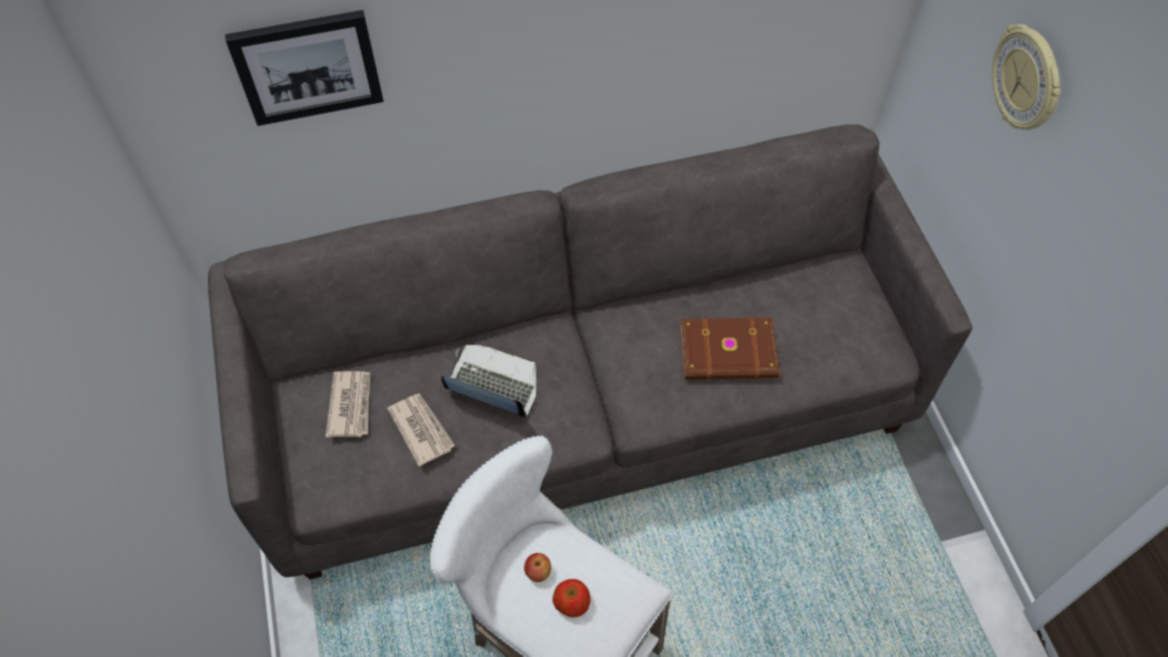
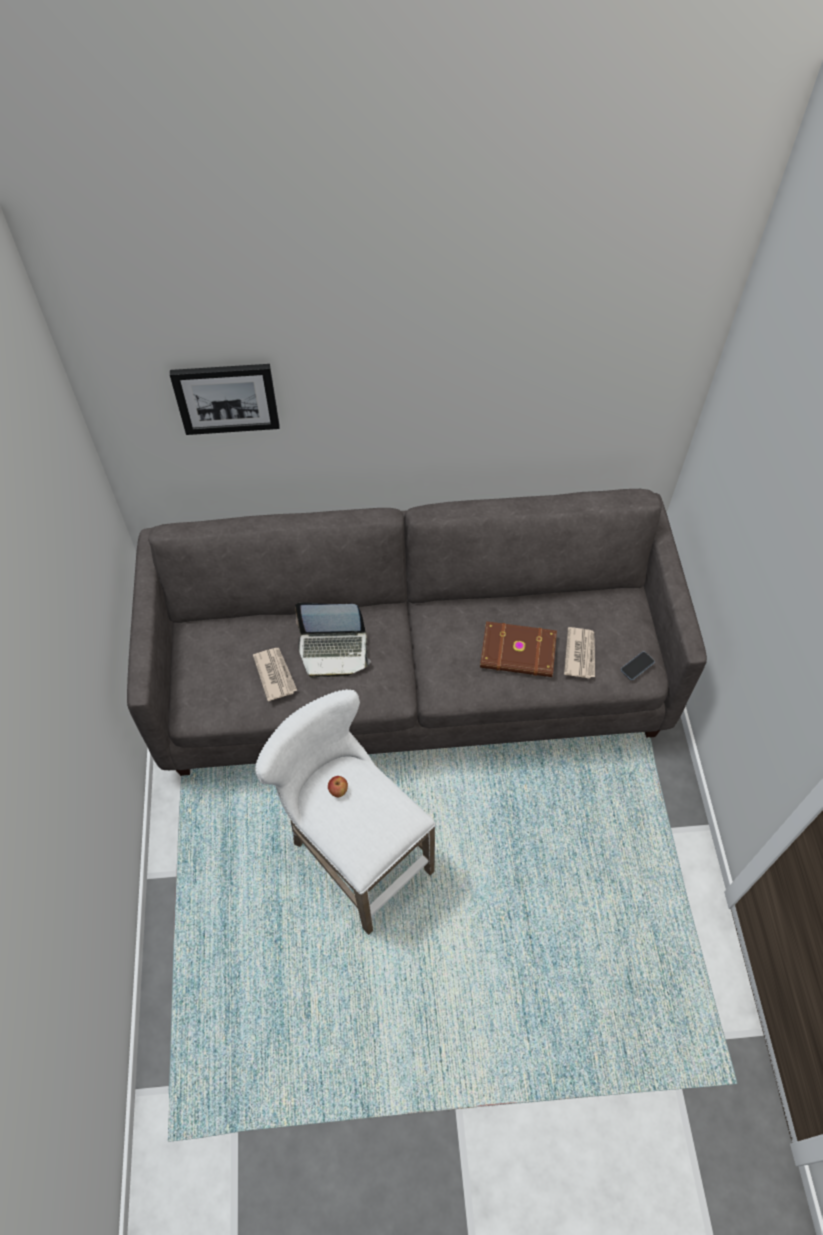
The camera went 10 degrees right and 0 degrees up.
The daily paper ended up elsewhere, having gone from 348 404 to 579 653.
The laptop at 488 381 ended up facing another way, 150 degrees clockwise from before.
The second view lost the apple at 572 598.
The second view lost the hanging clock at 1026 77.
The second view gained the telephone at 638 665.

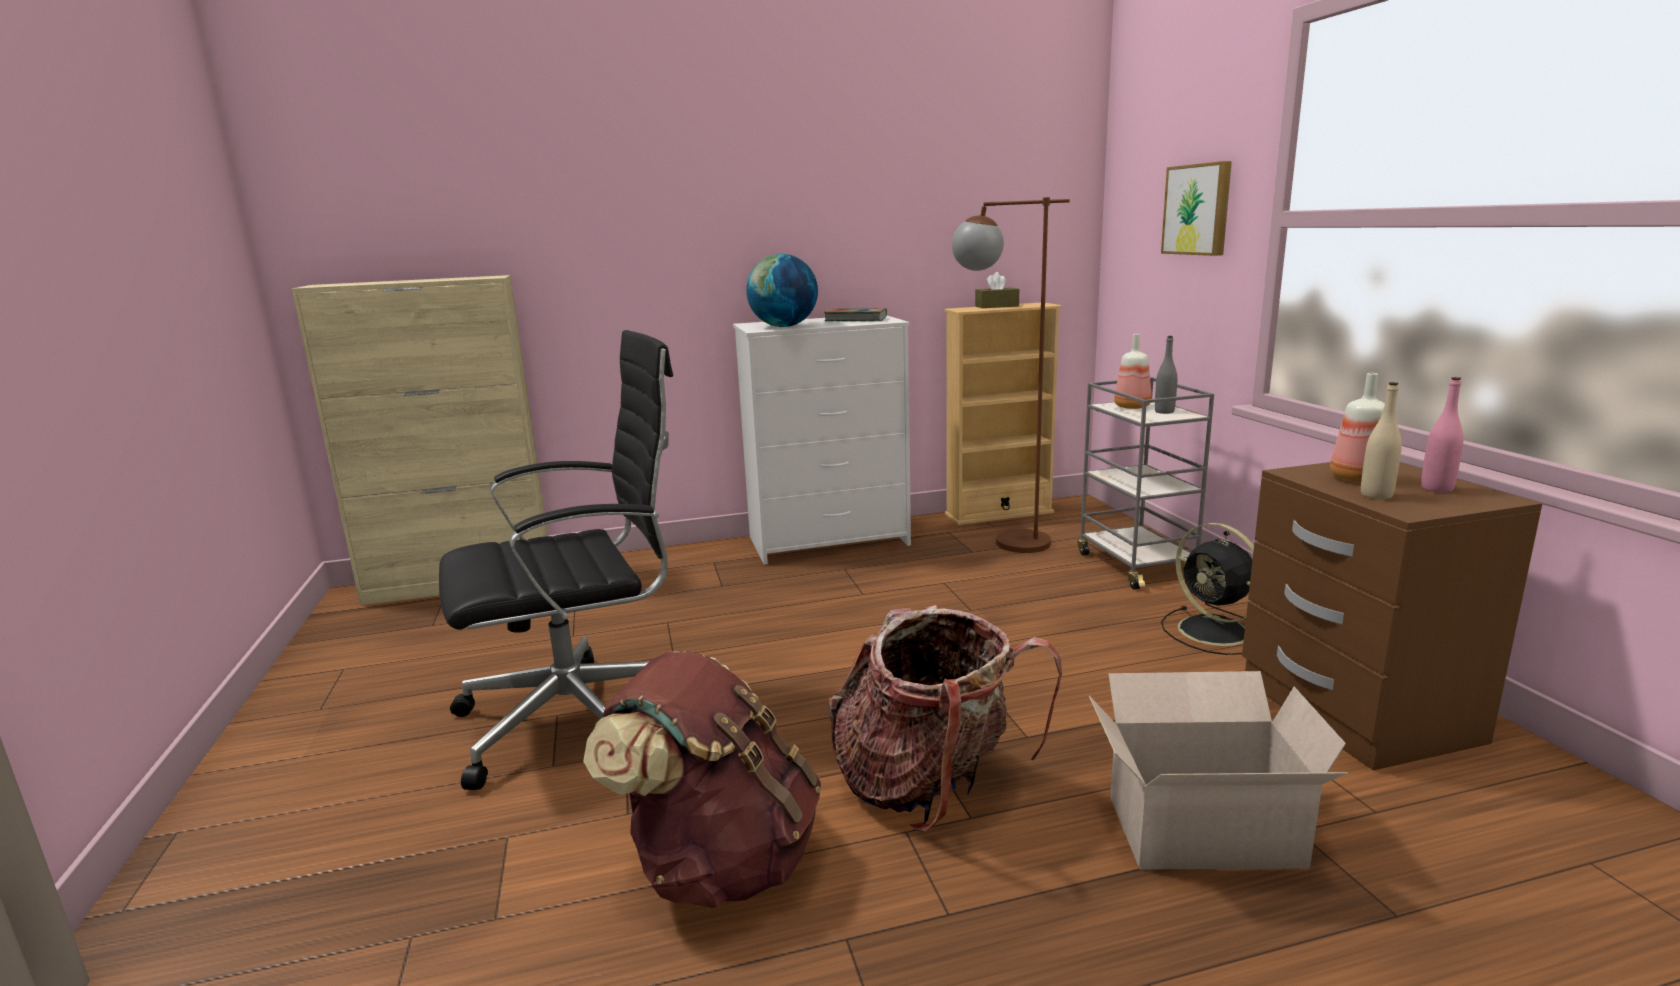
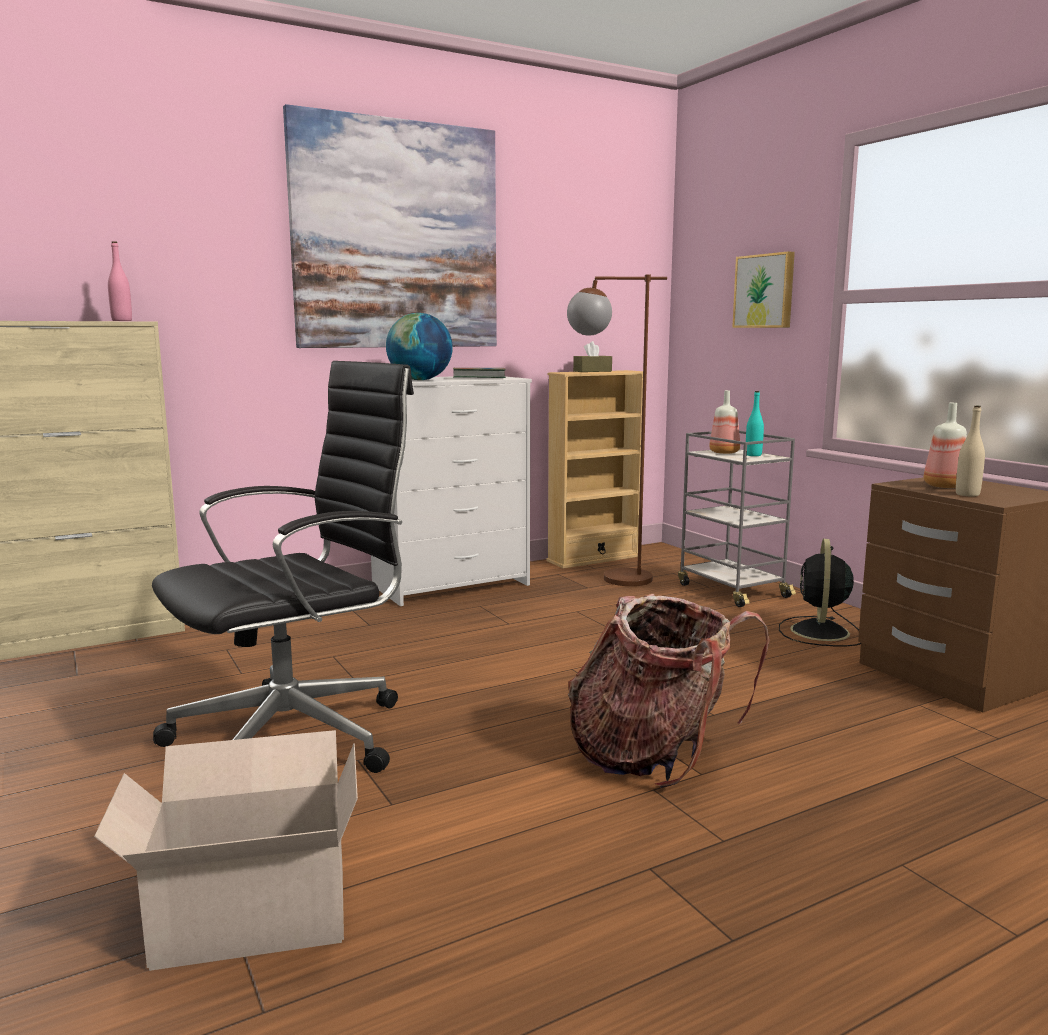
The camera went 15 degrees left and 5 degrees down.
The second view lost the brown knapsack at 702 779.
The cardboard box ended up elsewhere, having gone from 1218 770 to 226 850.
What was the grey beverage bottle at 1166 375 turned into the turquoise-coloured beverage bottle at 755 423.
The black fan at 1207 589 ended up facing another way, 60 degrees clockwise from before.
The pink beverage bottle ended up elsewhere, having gone from 1442 435 to 120 281.
The second view gained the wall art at 390 226.

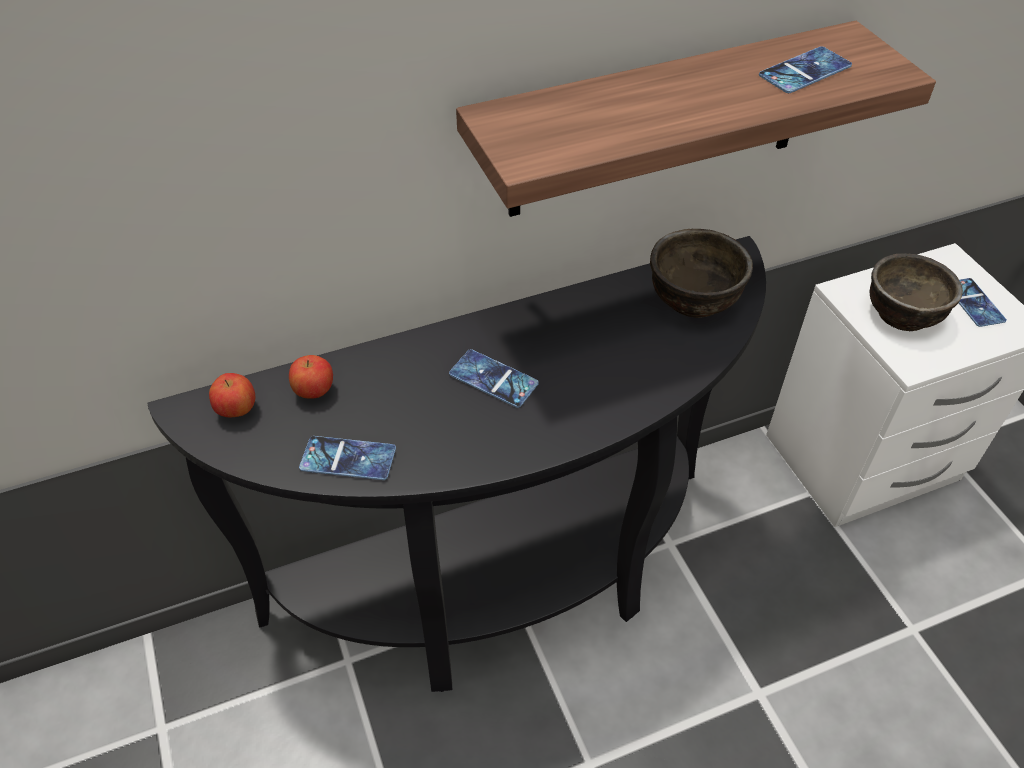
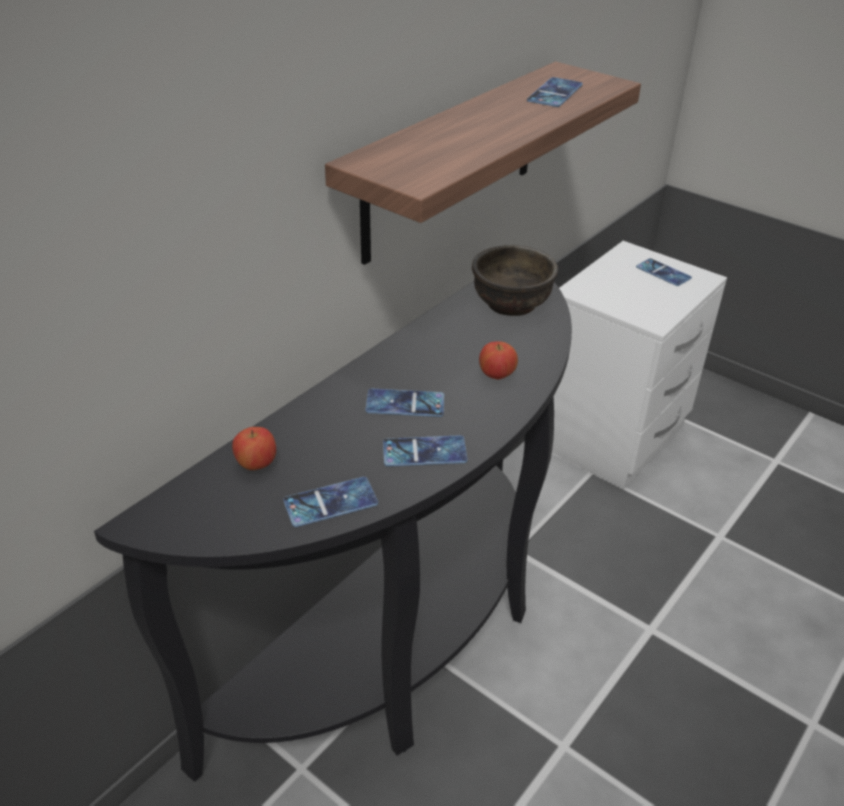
The camera went 30 degrees left and 10 degrees down.
The apple ended up elsewhere, having gone from 232 395 to 498 360.
The second view lost the brown bowl at 916 292.
The second view gained the telephone at 425 451.

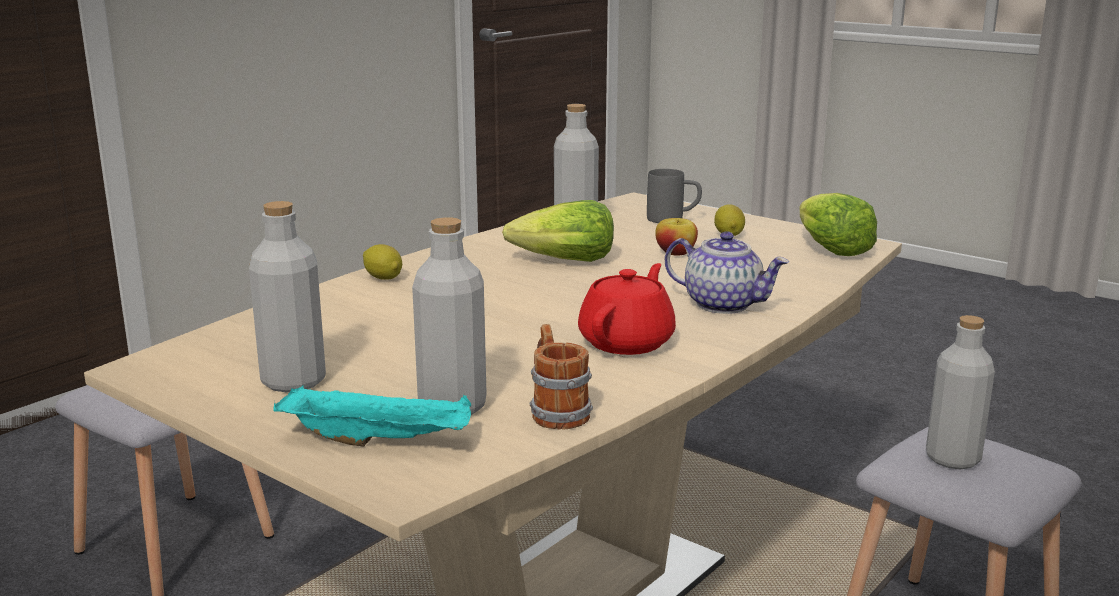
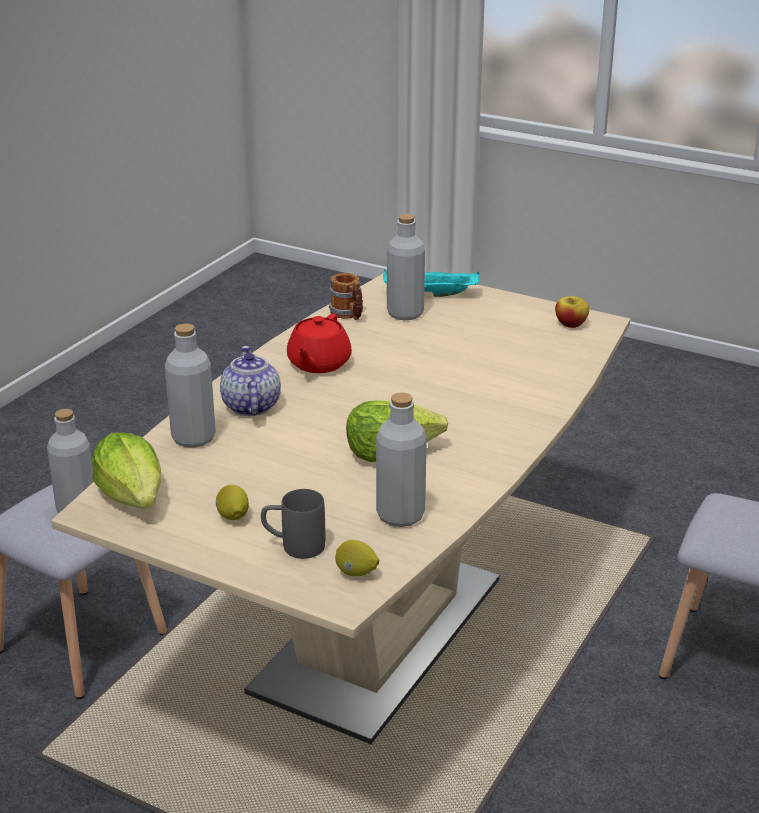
The camera went 170 degrees right and 10 degrees up.
The grey beverage bottle ended up elsewhere, having gone from 287 296 to 190 385.
The lemon ended up elsewhere, having gone from 382 262 to 357 558.
The apple ended up elsewhere, having gone from 676 236 to 572 312.
The pot for tea at 727 272 ended up facing another way, 60 degrees clockwise from before.

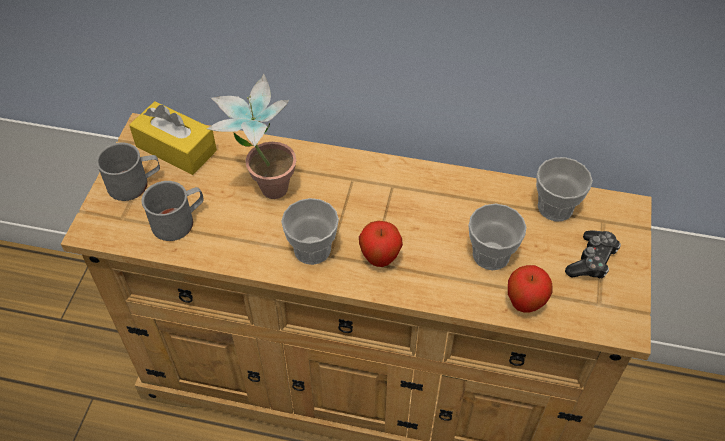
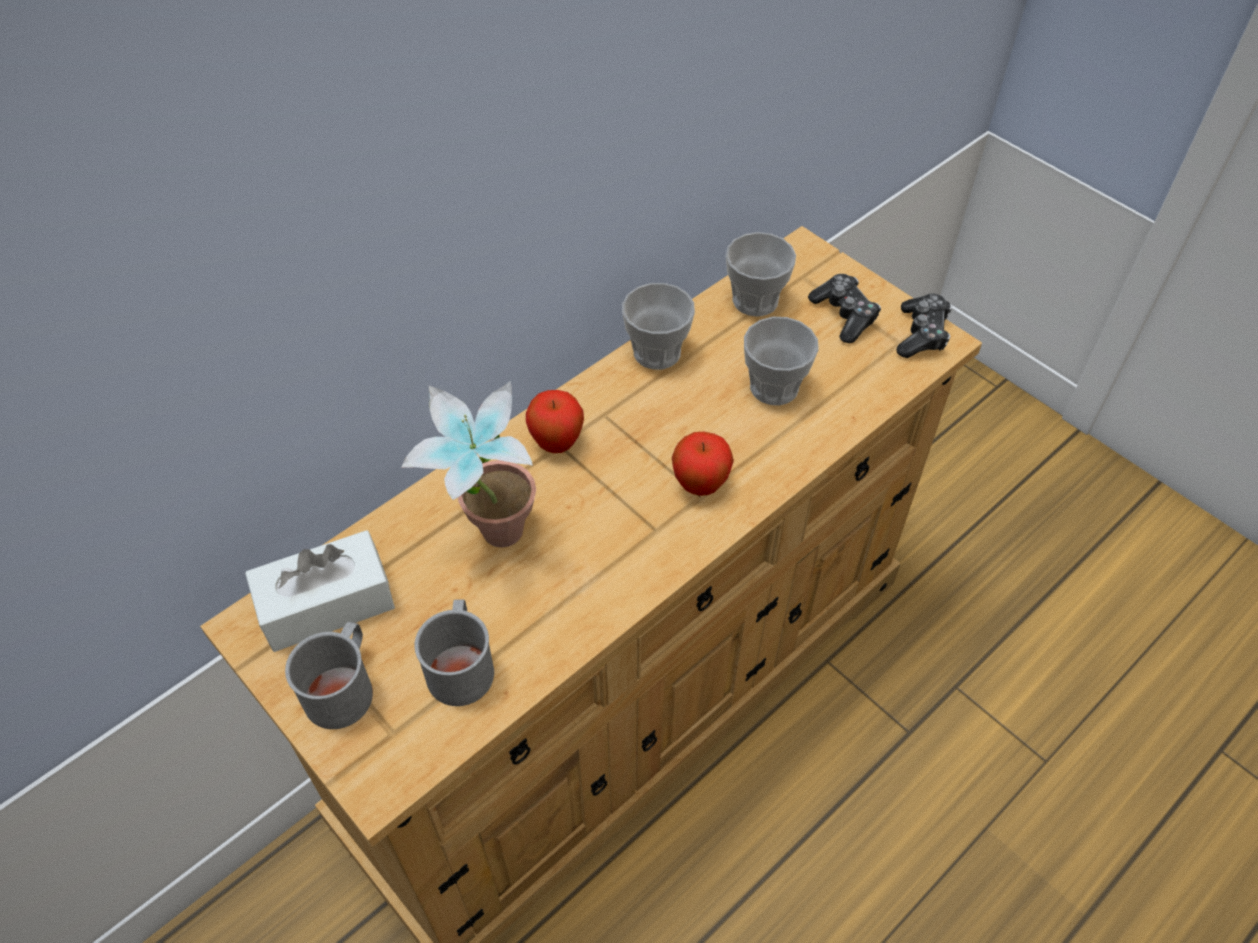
The camera went 55 degrees left and 0 degrees up.
What was the yellowish box of tissues at 173 138 turned into the white-coloured box of tissues at 320 591.
The cup ended up elsewhere, having gone from 310 231 to 658 326.
The apple ended up elsewhere, having gone from 530 288 to 555 421.
The second view gained the game controller at 924 326.

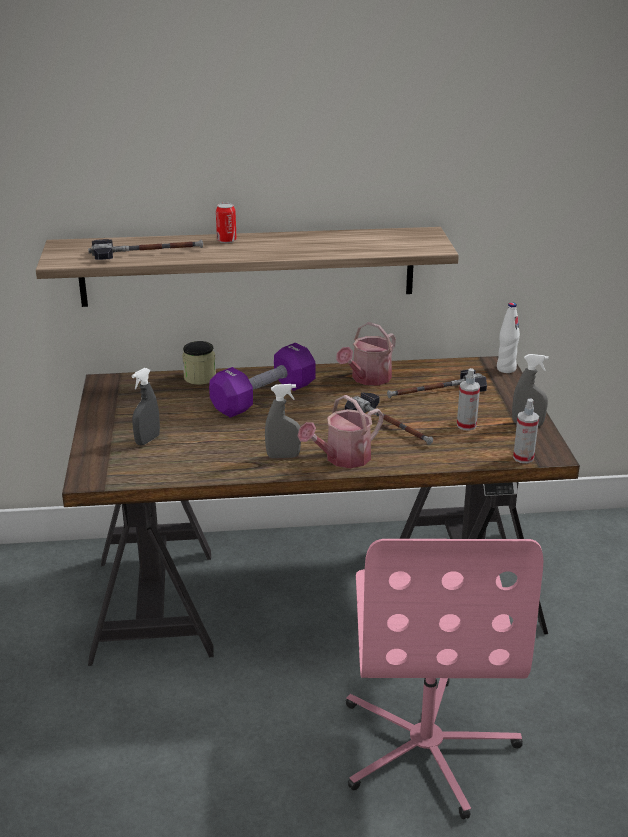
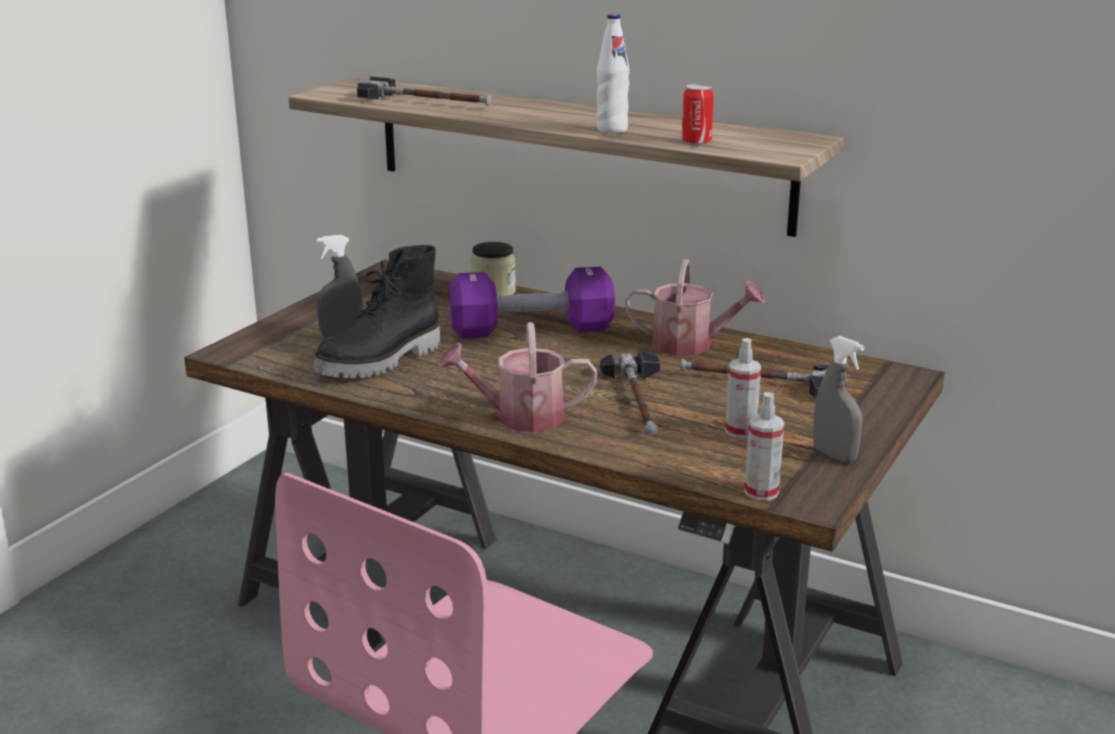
The camera went 35 degrees right and 5 degrees down.
The sealed can ended up elsewhere, having gone from 226 223 to 697 115.
The second view lost the grey sprayer at 283 421.
The watering pot at 366 354 ended up facing another way, 150 degrees counterclockwise from before.
The white-coloured beverage bottle ended up elsewhere, having gone from 508 337 to 612 73.
The second view gained the black tall boot at 376 311.

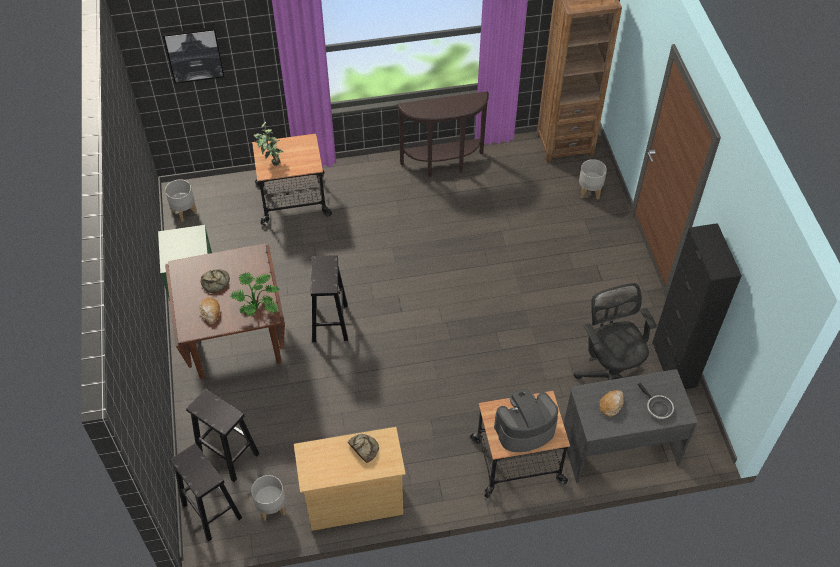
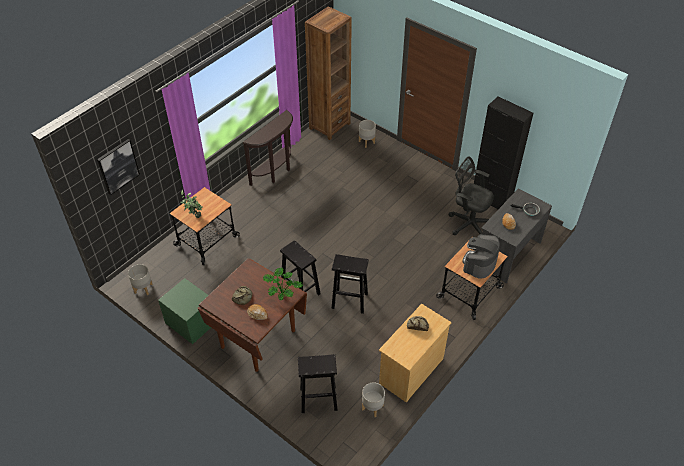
The camera went 40 degrees left and 5 degrees down.
The black stool seat ended up elsewhere, having gone from 206 492 to 350 284.

